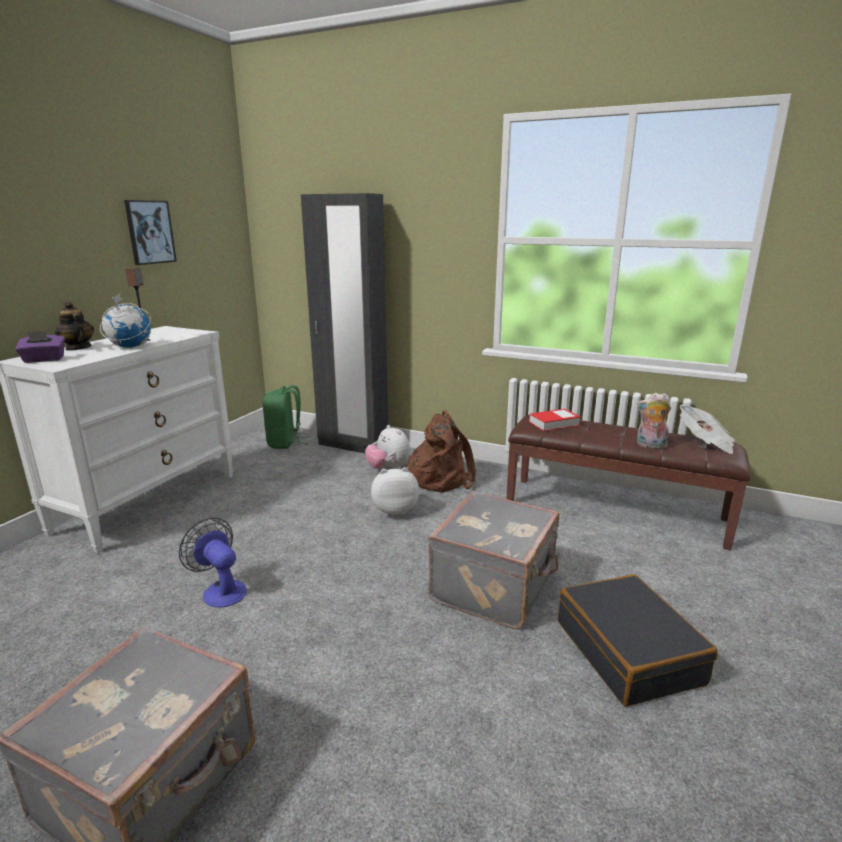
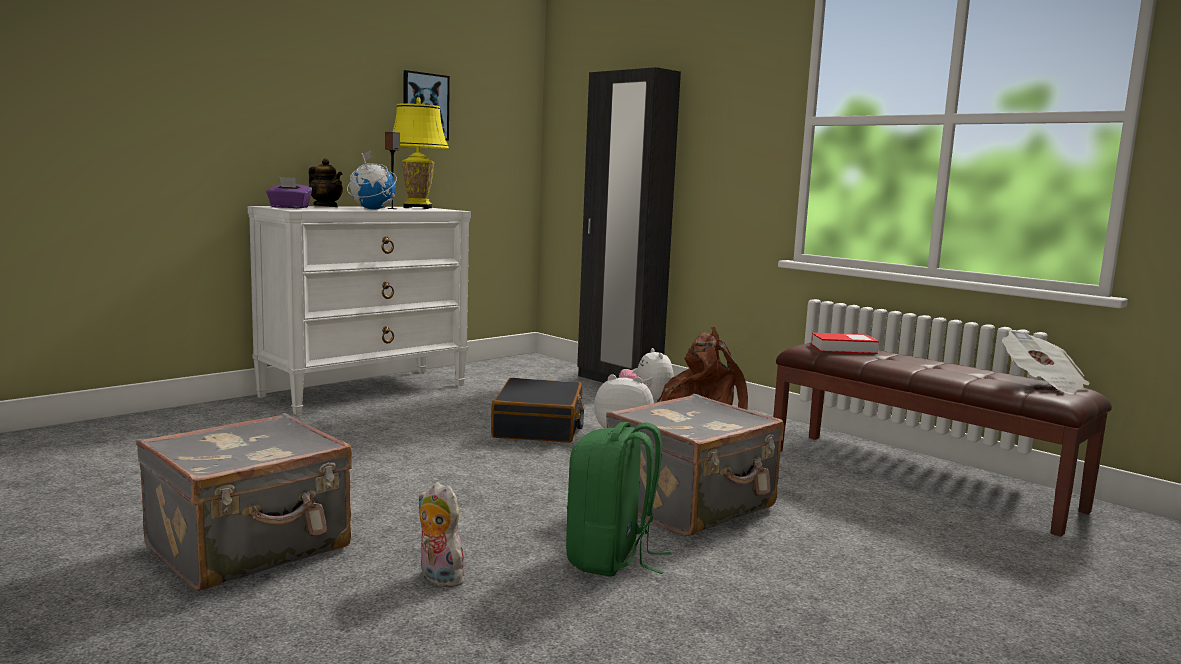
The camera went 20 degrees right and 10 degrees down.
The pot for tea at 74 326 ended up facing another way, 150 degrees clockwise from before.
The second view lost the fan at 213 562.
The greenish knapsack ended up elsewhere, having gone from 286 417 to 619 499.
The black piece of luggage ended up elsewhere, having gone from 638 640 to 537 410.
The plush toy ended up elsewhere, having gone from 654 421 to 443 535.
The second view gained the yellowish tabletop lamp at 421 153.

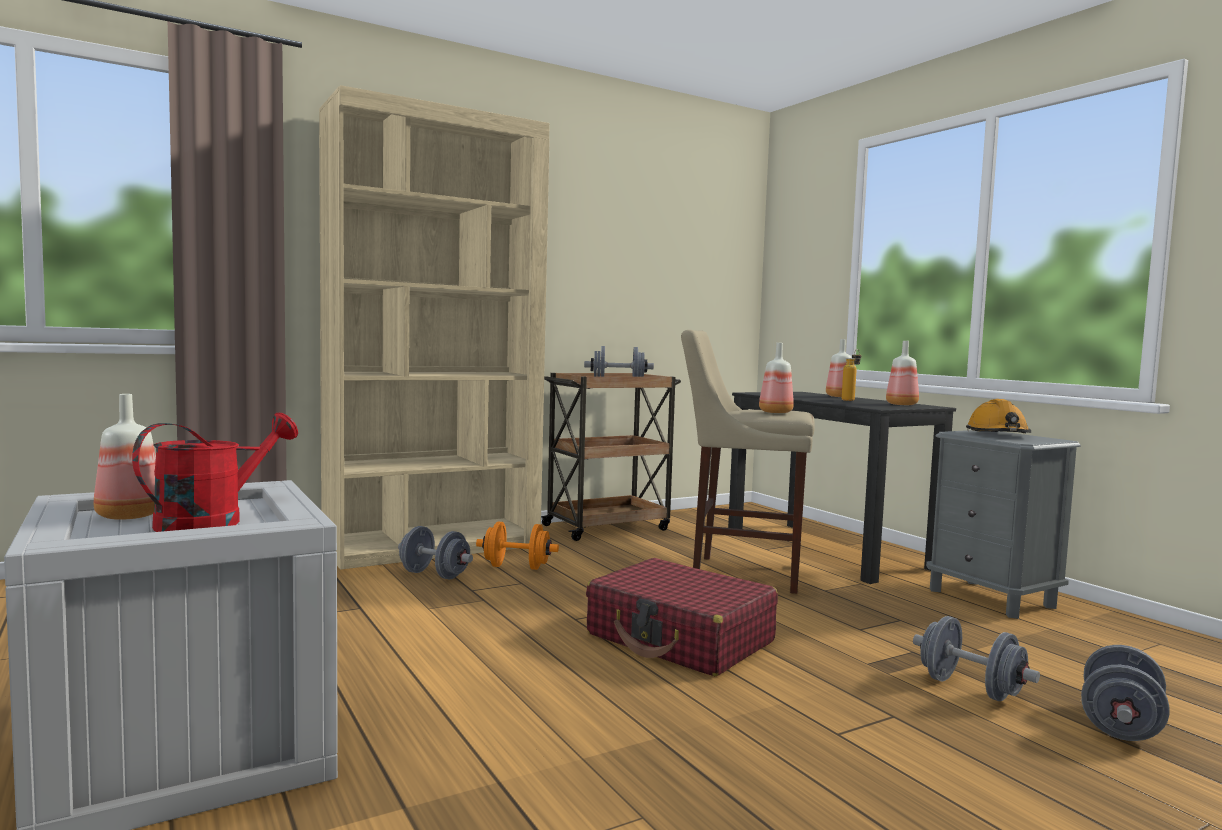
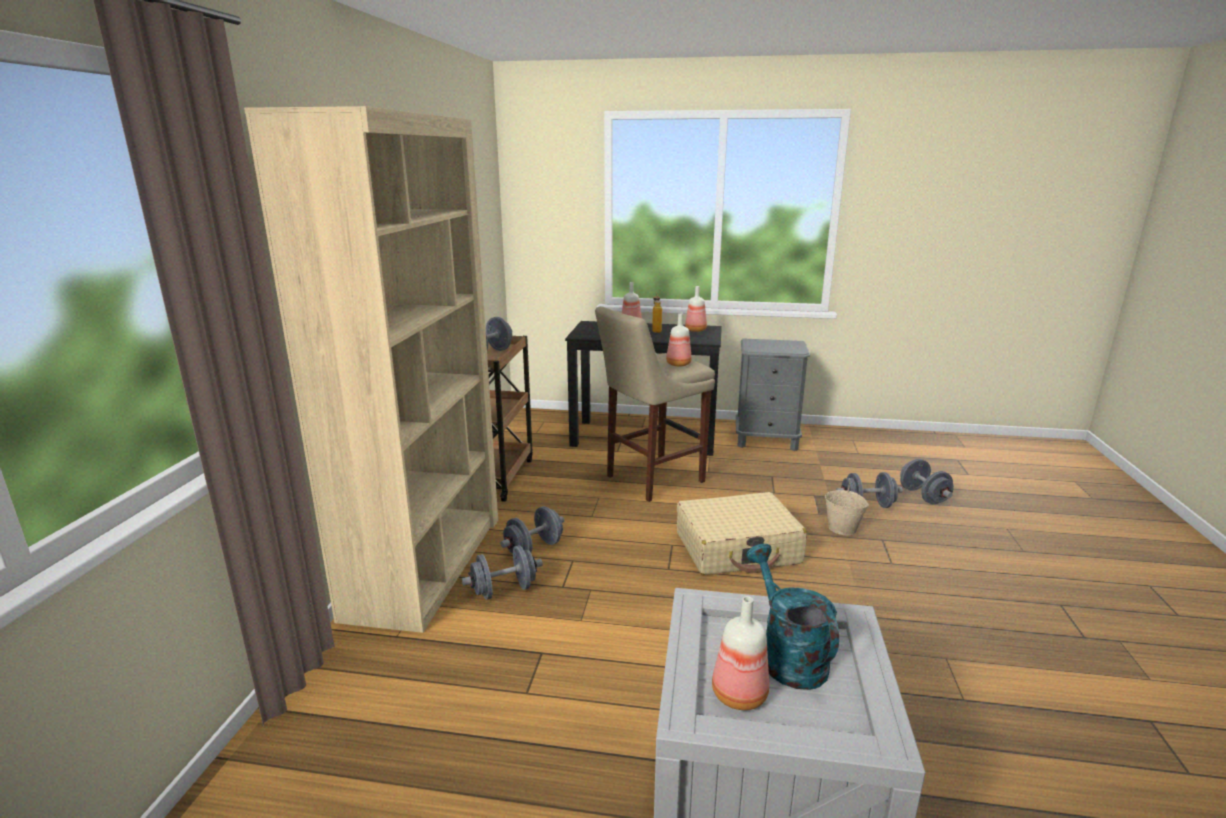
The camera went 50 degrees left and 15 degrees up.
What was the red watering pot at 215 472 turned into the turquoise-coloured watering pot at 792 617.
What was the orange-coloured hand weight at 517 546 turned into the grey hand weight at 532 530.
What was the red piece of luggage at 682 617 turned into the sand-coloured piece of luggage at 742 533.
The second view lost the orange-coloured work helmet at 998 416.
The second view gained the sand-coloured pail at 847 506.

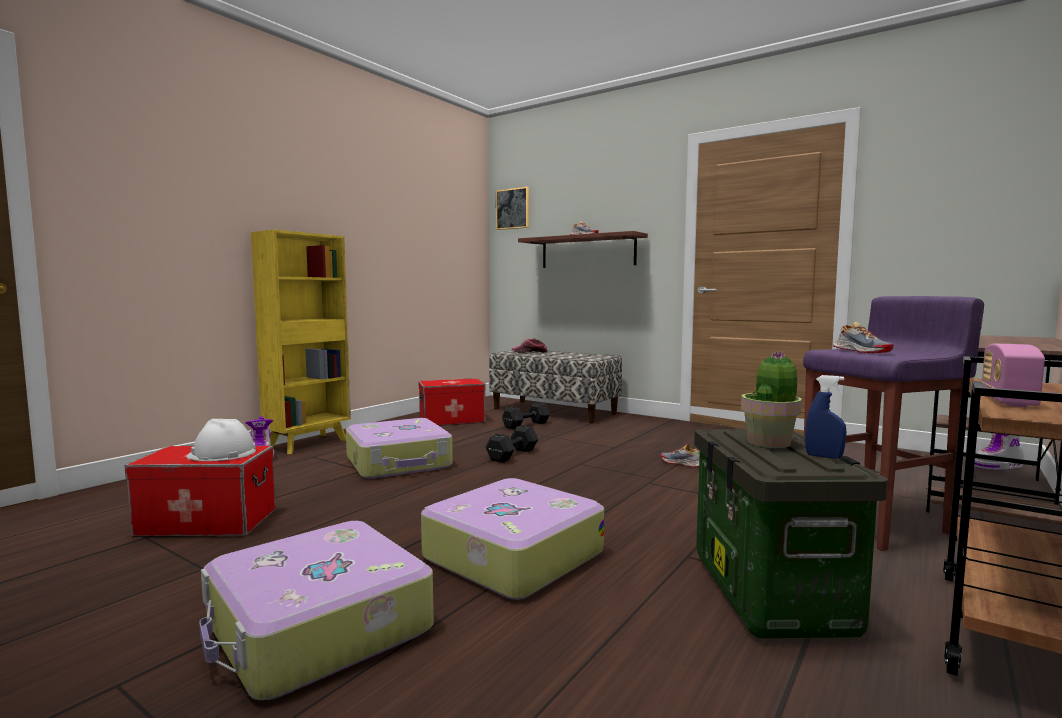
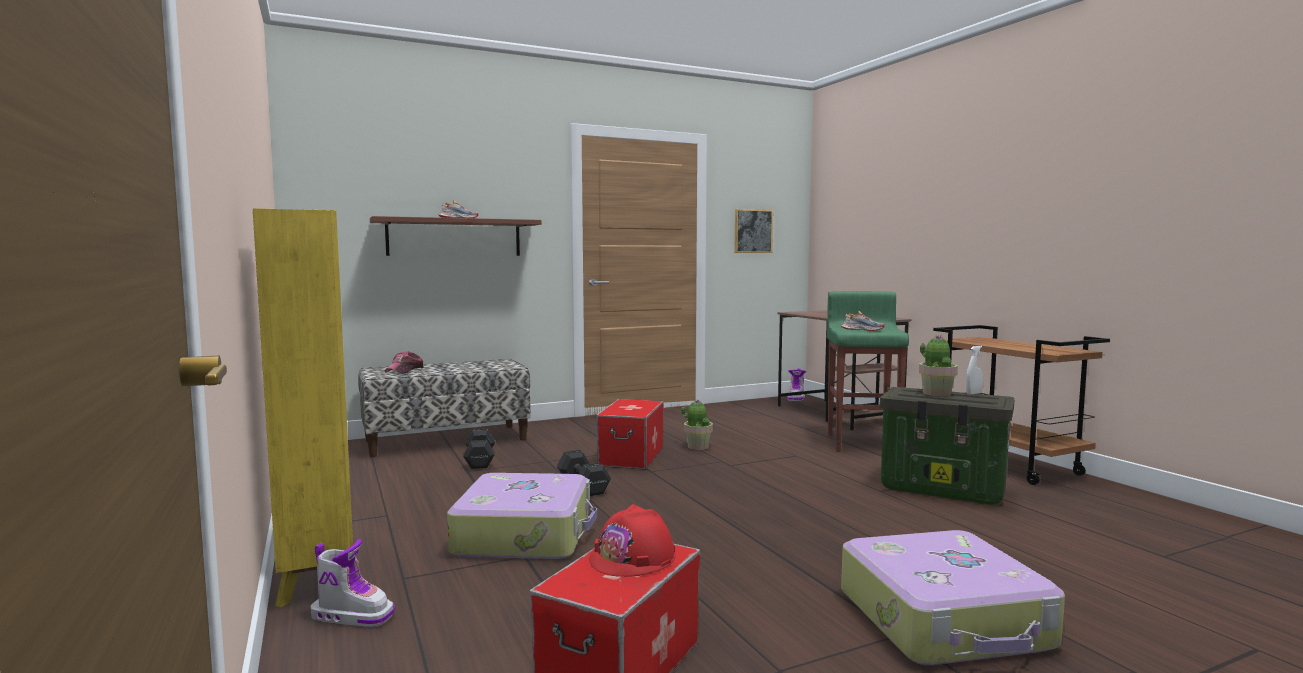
The camera went 60 degrees left and 0 degrees up.
What was the white-coloured work helmet at 221 440 turned into the red work helmet at 632 540.
The storage container ended up elsewhere, having gone from 452 402 to 630 434.
The second view lost the piece of luggage at 512 539.
The wall art ended up elsewhere, having gone from 512 208 to 753 231.
Where the low shoe stood at 680 455, the houseplant came to stand at 697 425.
What was the purple-coloured stool seat at 893 423 turned into the greenish stool seat at 868 371.
What was the blue sprayer at 825 417 turned into the white-coloured sprayer at 974 370.
The second view lost the radio at 1013 375.

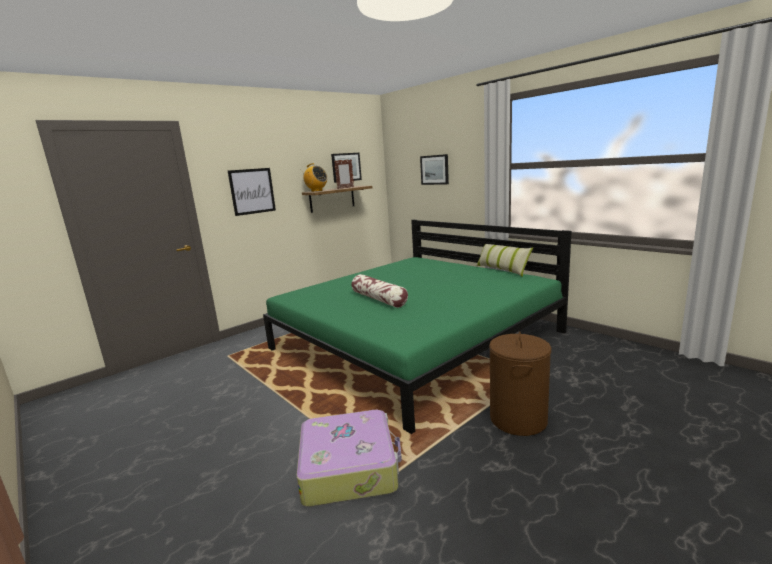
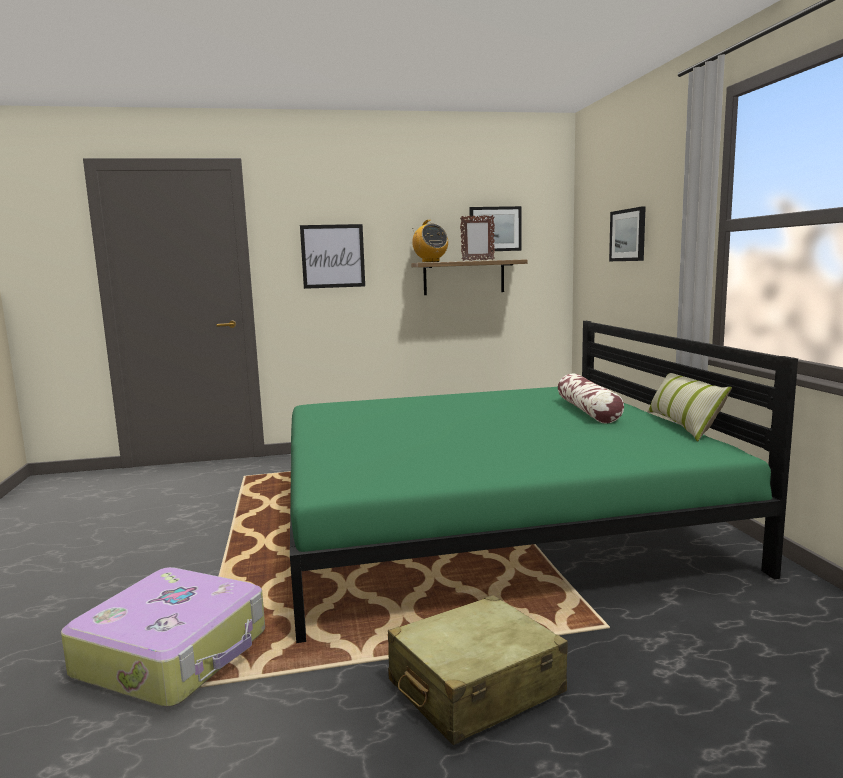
The camera went 30 degrees right and 5 degrees down.
The cushion ended up elsewhere, having gone from 380 291 to 591 399.
Where the brown washing basket stood at 520 383, the sand-coloured piece of luggage came to stand at 478 670.

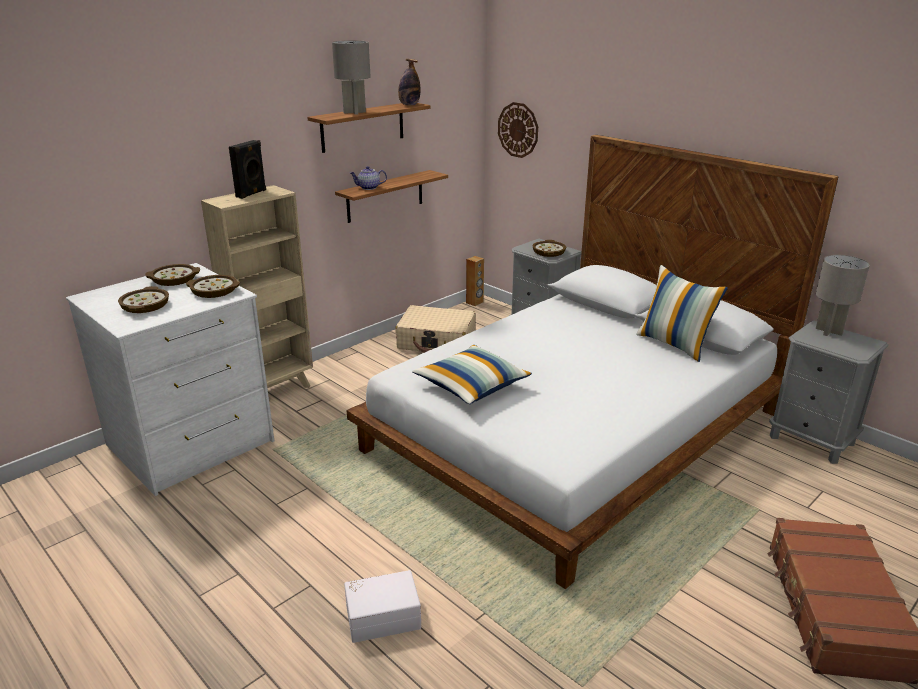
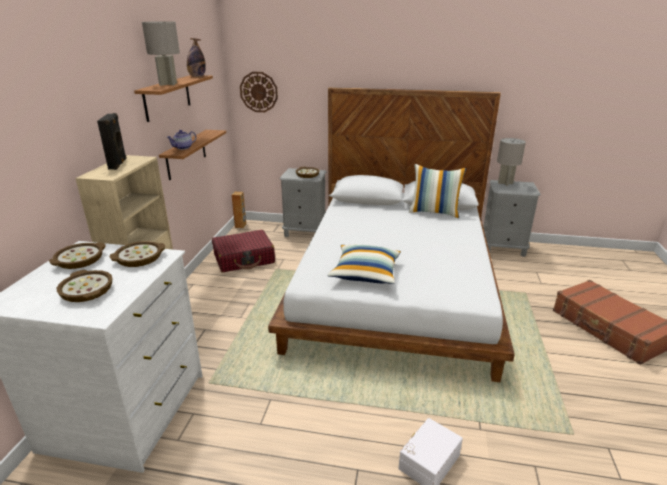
The camera went 35 degrees left and 0 degrees up.
What was the sand-coloured piece of luggage at 435 329 turned into the red piece of luggage at 243 251.

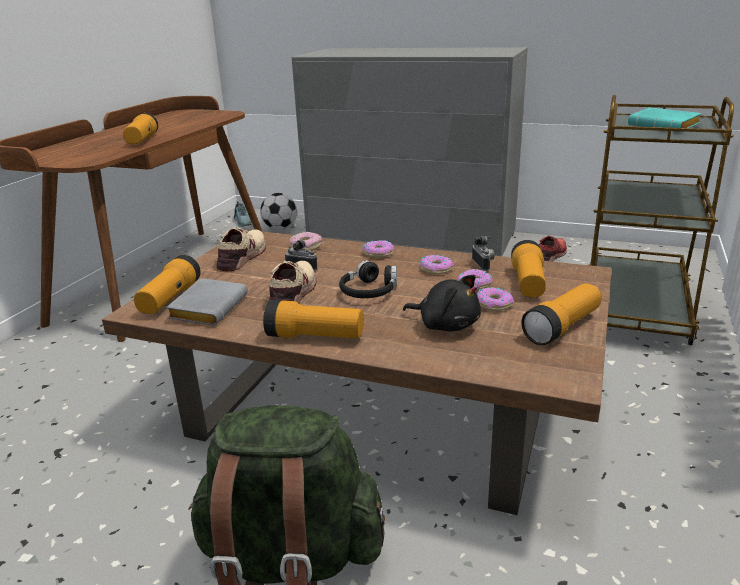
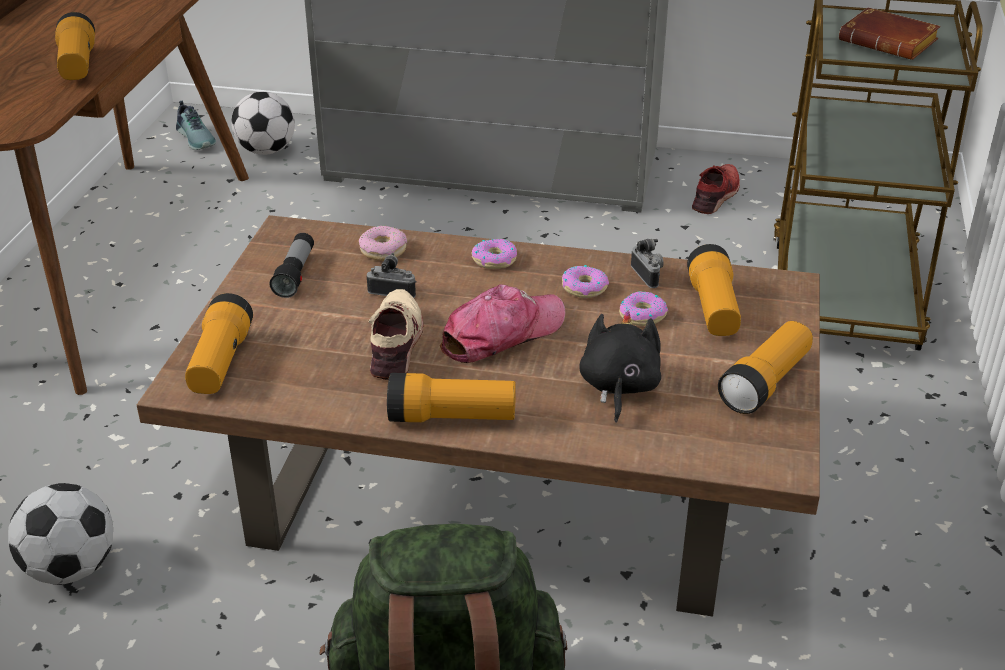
The camera went 10 degrees left and 10 degrees up.
The second view lost the grey bound book at 207 302.
Where the sand-coloured low shoe stood at 241 249, the torch came to stand at 292 265.
Where the black headset stood at 368 279, the baseball cap came to stand at 502 323.
The black plush toy at 442 303 ended up facing another way, 105 degrees counterclockwise from before.
The second view lost the donut at 495 299.
What was the turquoise-coloured bound book at 665 119 turned into the brown bound book at 889 33.
The second view gained the ball for football at 60 534.

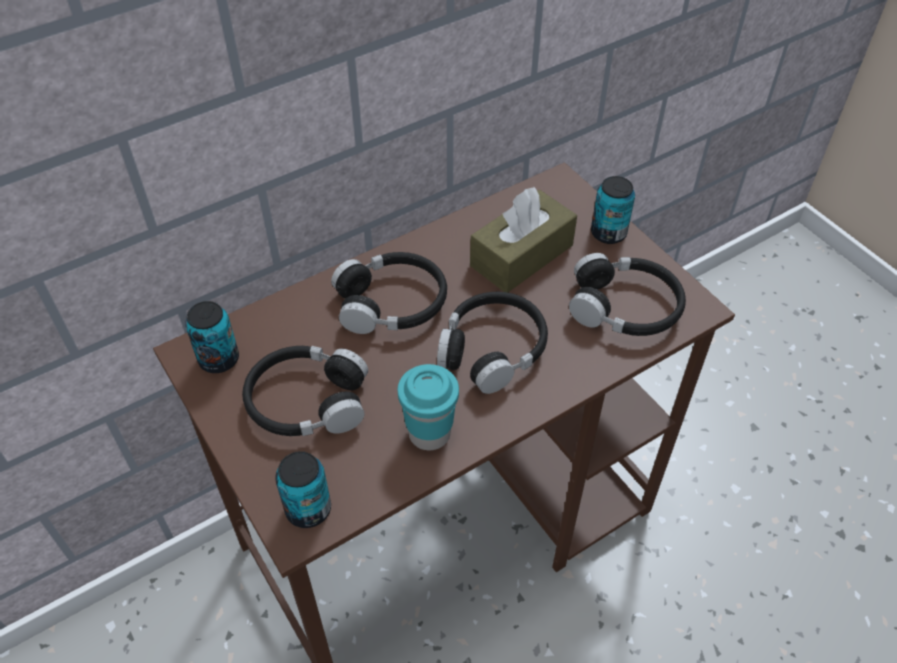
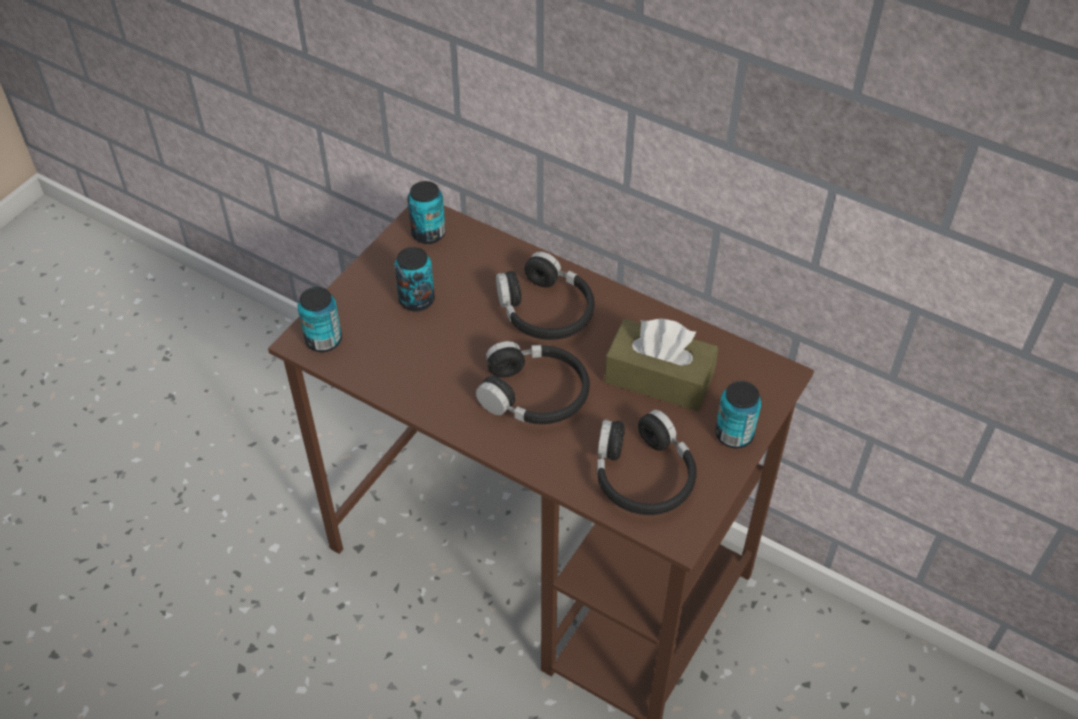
The camera went 65 degrees right and 0 degrees up.
Where the black headset stood at 305 391, the sealed can came to stand at 414 279.
The second view lost the turquoise-coloured cup at 428 407.

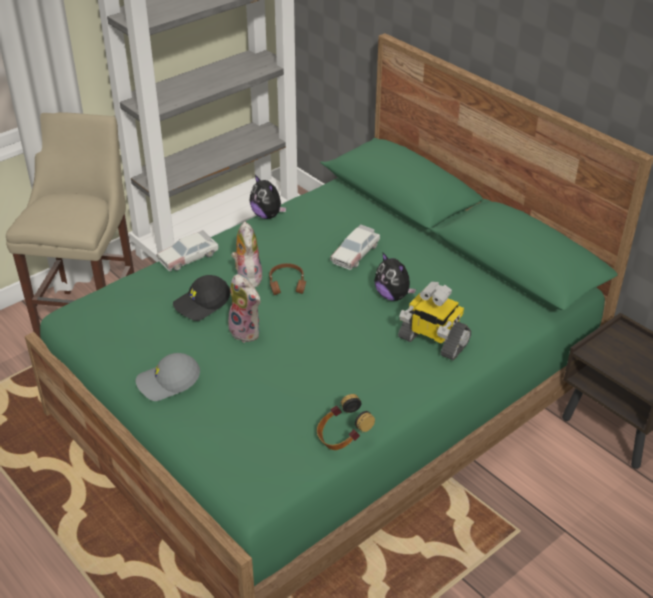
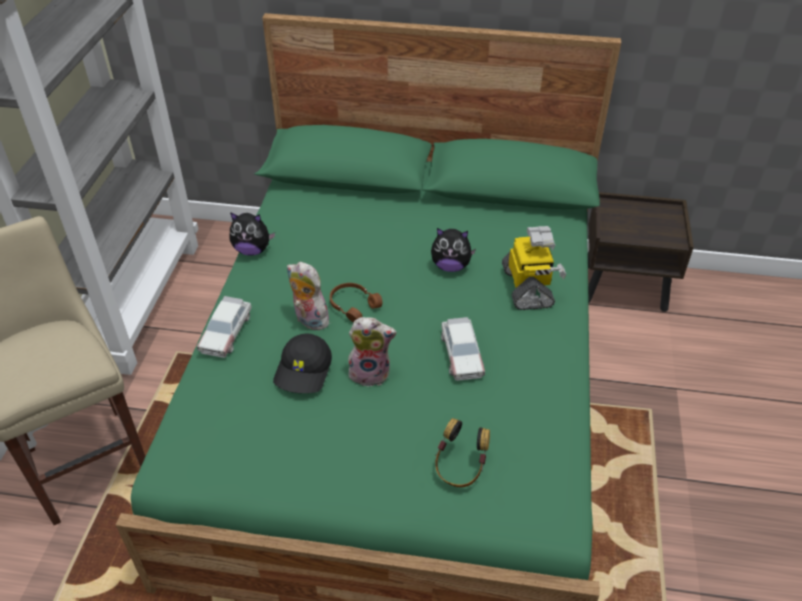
The camera went 40 degrees left and 5 degrees up.
The second view lost the grey baseball cap at 168 377.
The headset ended up elsewhere, having gone from 346 422 to 462 452.
The model car ended up elsewhere, having gone from 355 247 to 463 349.
The toy robot at 434 321 ended up facing another way, 90 degrees counterclockwise from before.

